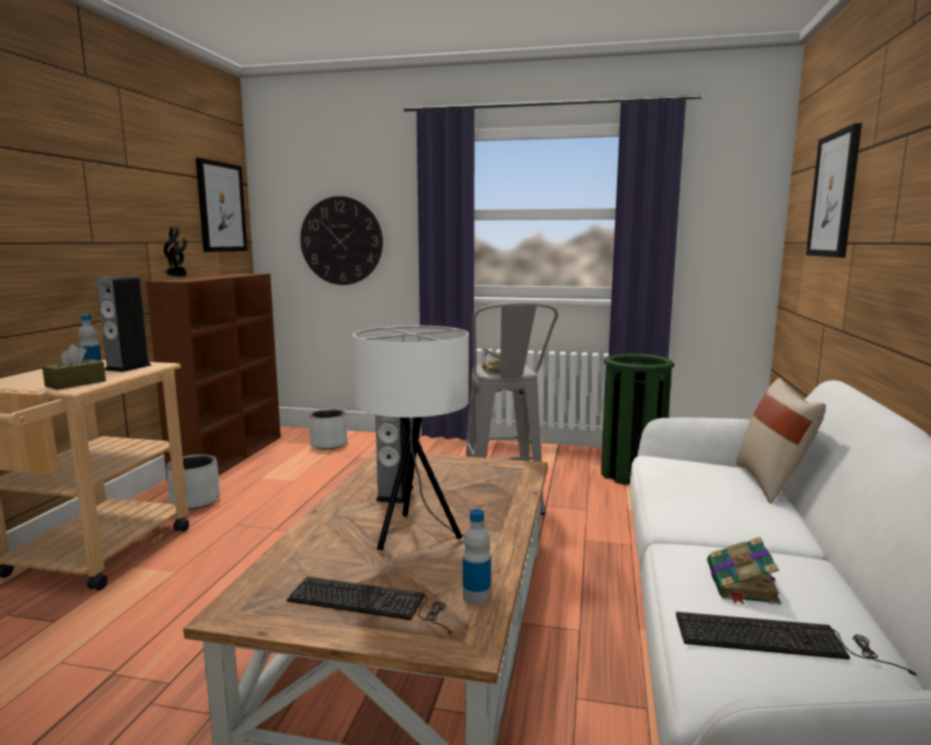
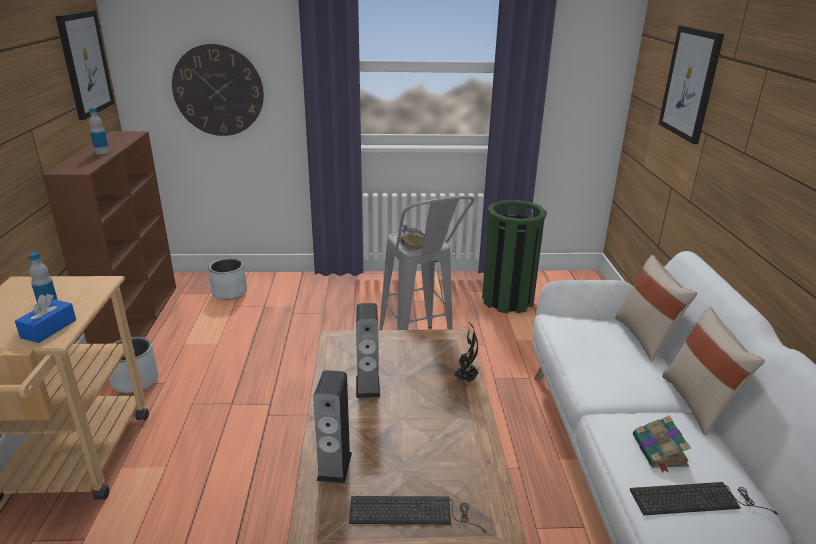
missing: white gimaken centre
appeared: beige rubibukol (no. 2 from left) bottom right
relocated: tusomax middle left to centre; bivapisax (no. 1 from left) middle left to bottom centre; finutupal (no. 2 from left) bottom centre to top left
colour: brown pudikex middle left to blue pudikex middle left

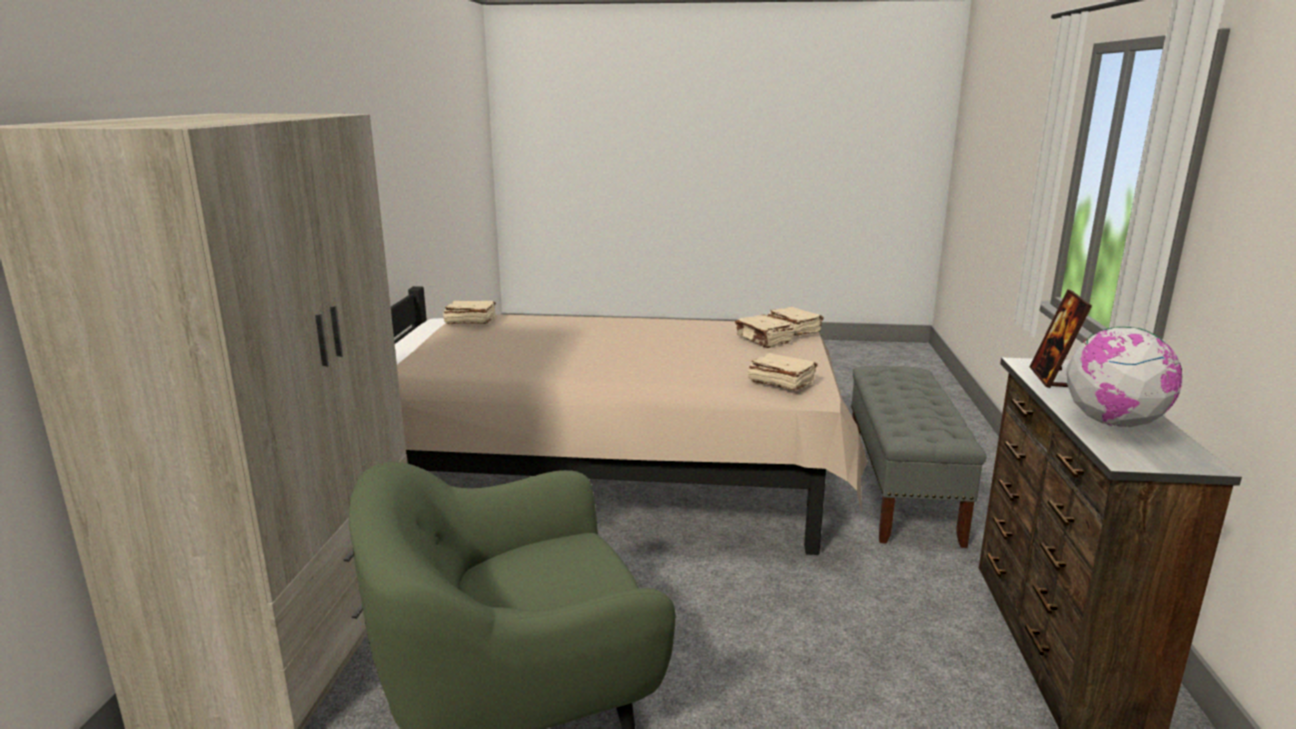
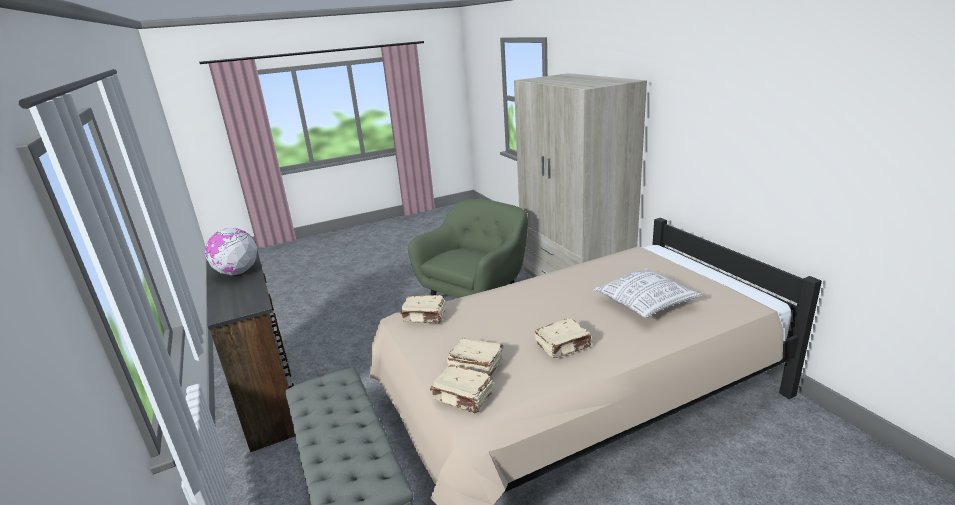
missing: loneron middle right
appeared: rubibukol middle right
relocated: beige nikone (no. 1 from left in the first image) centre to beige nikone (no. 4 from left) bottom centre

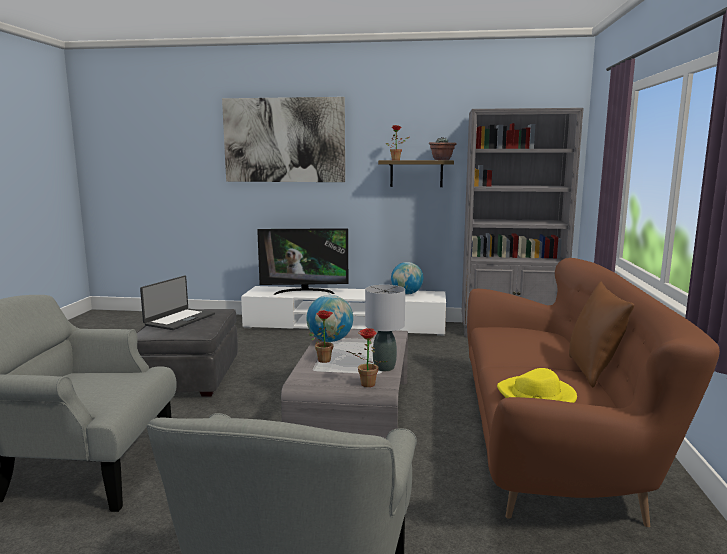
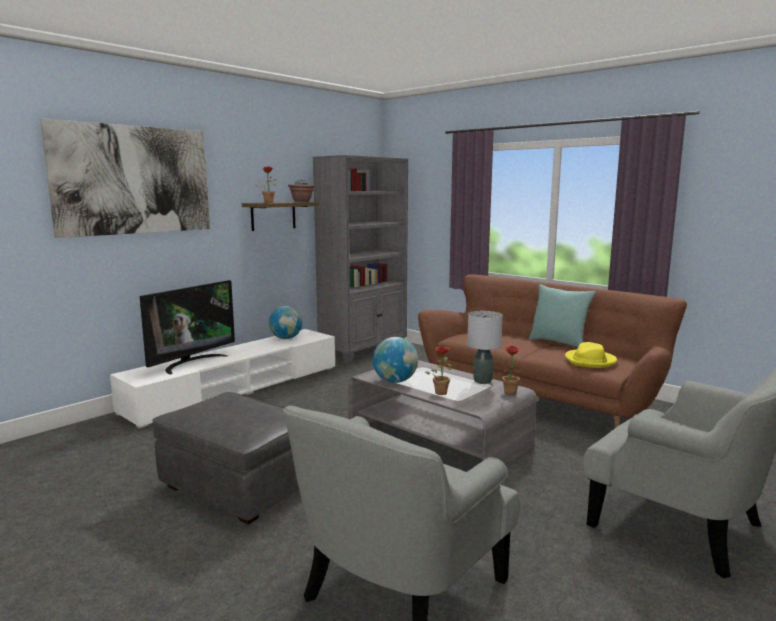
missing: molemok middle left
colour: brown rubibukol middle right to turquoise rubibukol middle right

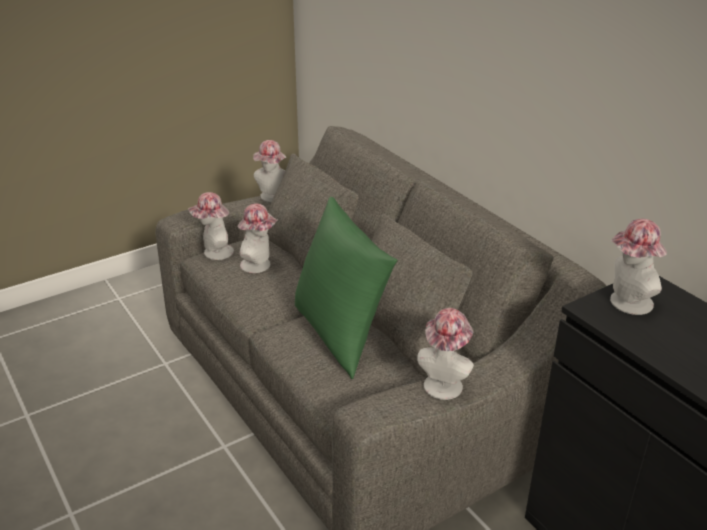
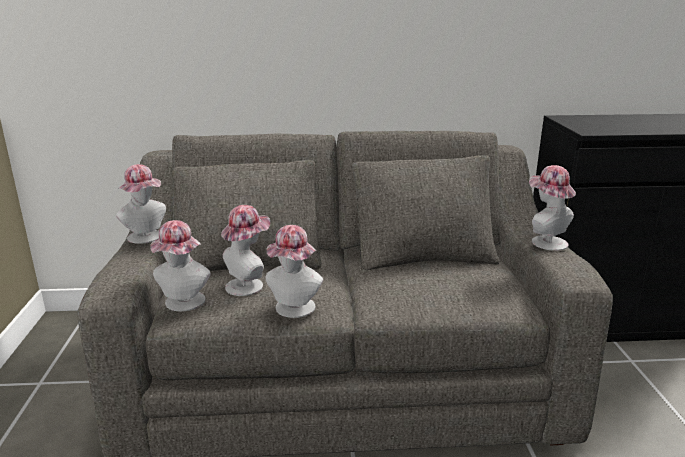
missing: green rubibukol centre
relocated: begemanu (no. 5 from left in the first image) middle right to begemanu (no. 4 from left) centre

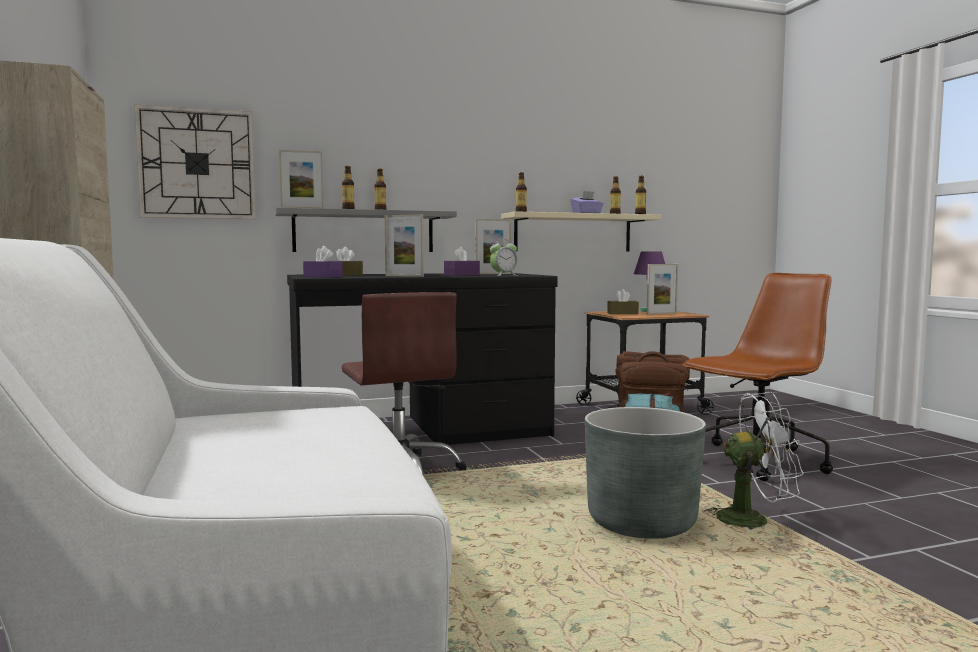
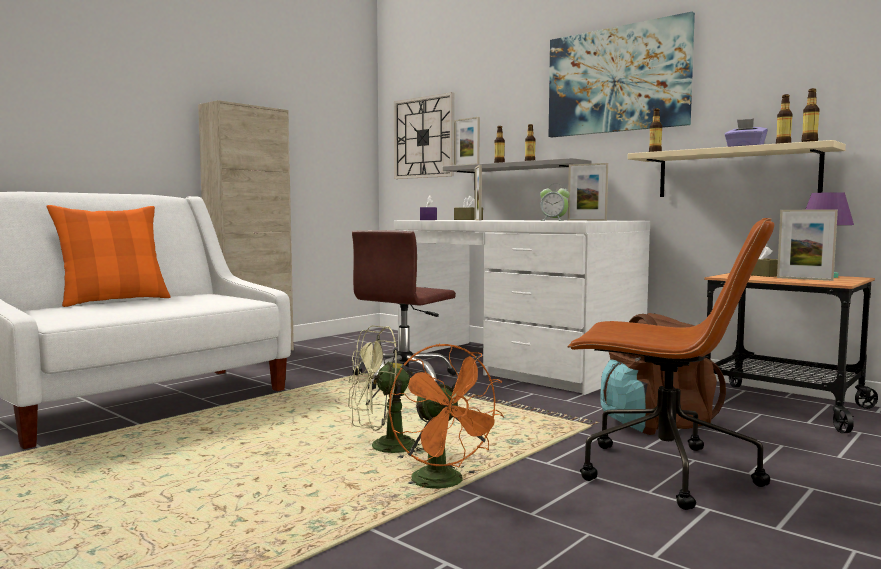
missing: purple pudikex (no. 2 from left) centre
appeared: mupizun top right; orange rubibukol middle left
exchanged: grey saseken bottom centre to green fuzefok bottom centre
colour: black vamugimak centre to white vamugimak centre; white fuzefok bottom right to orange fuzefok bottom centre

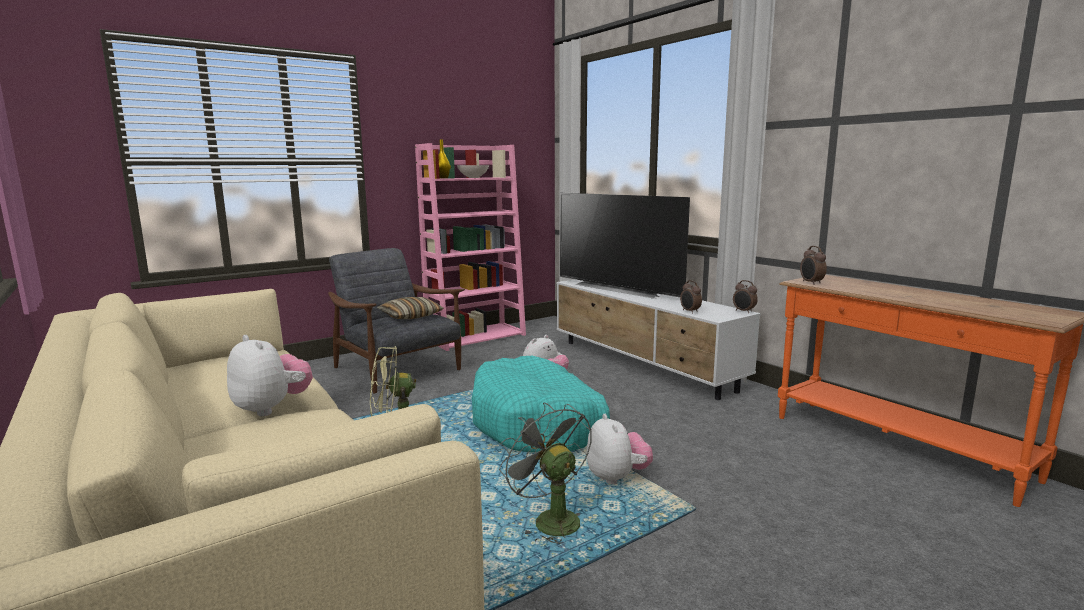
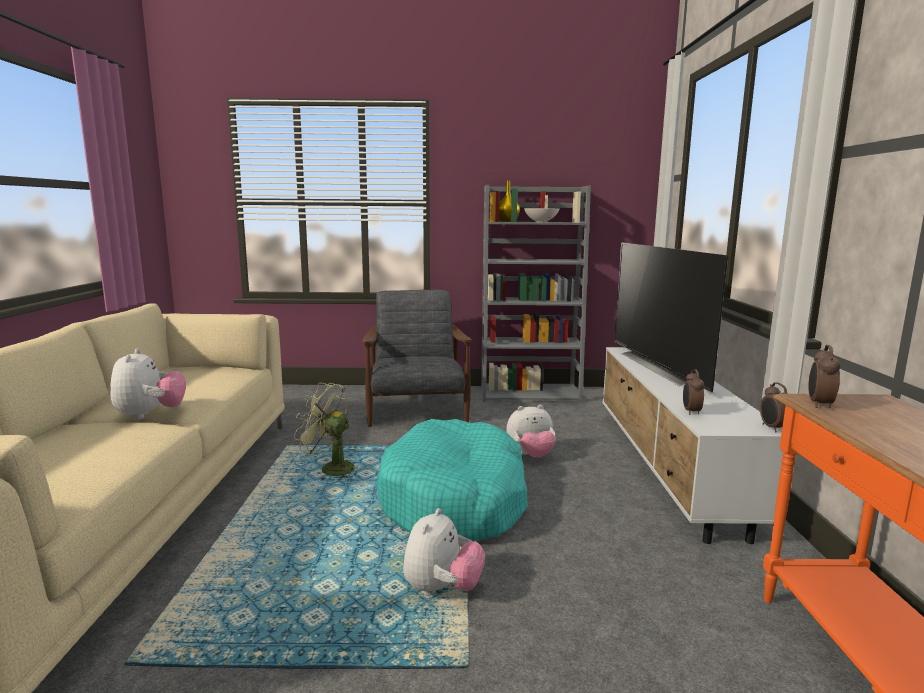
missing: rubibukol centre; grey fuzefok bottom centre
colour: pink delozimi centre to grey delozimi centre

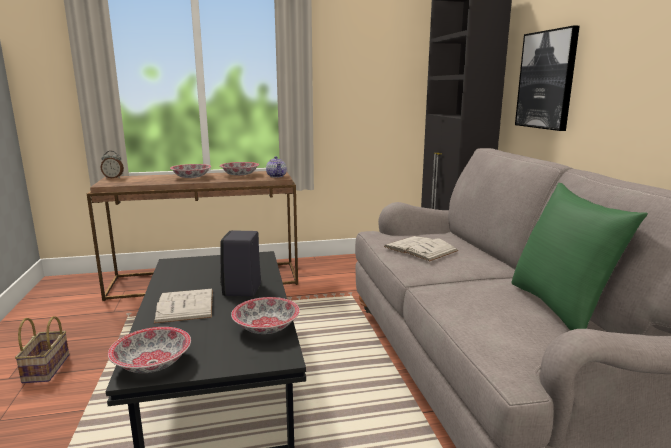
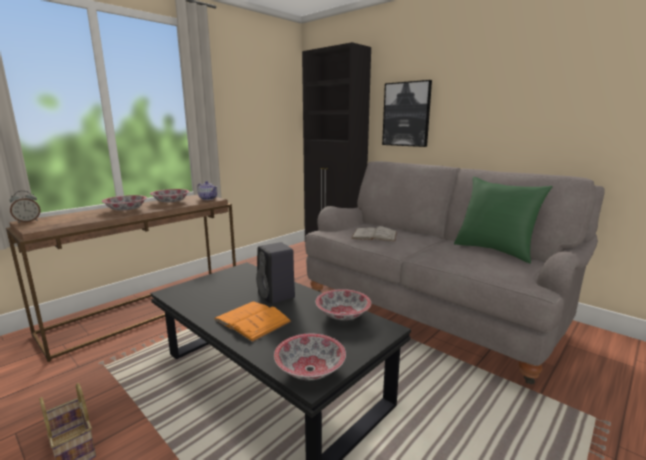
colour: white nikone (no. 1 from left) bottom left to orange nikone bottom centre

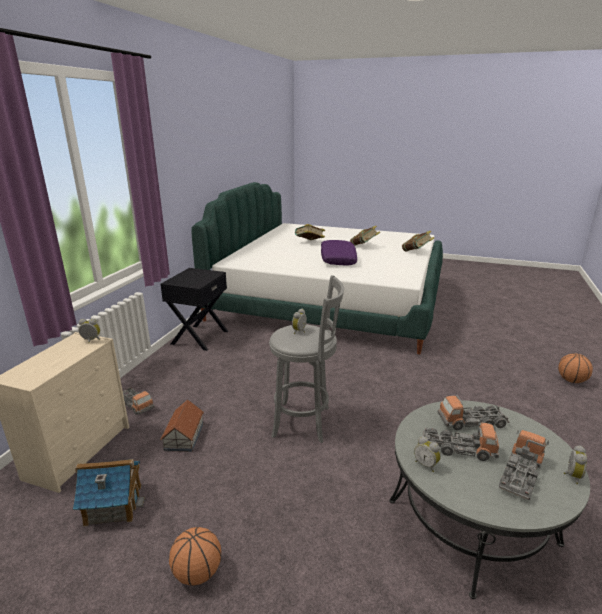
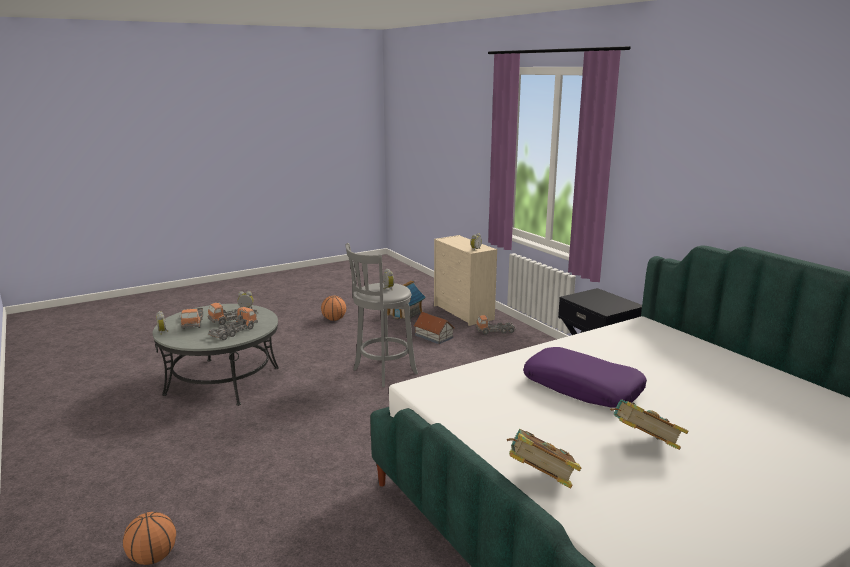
missing: nikone (no. 1 from left) centre

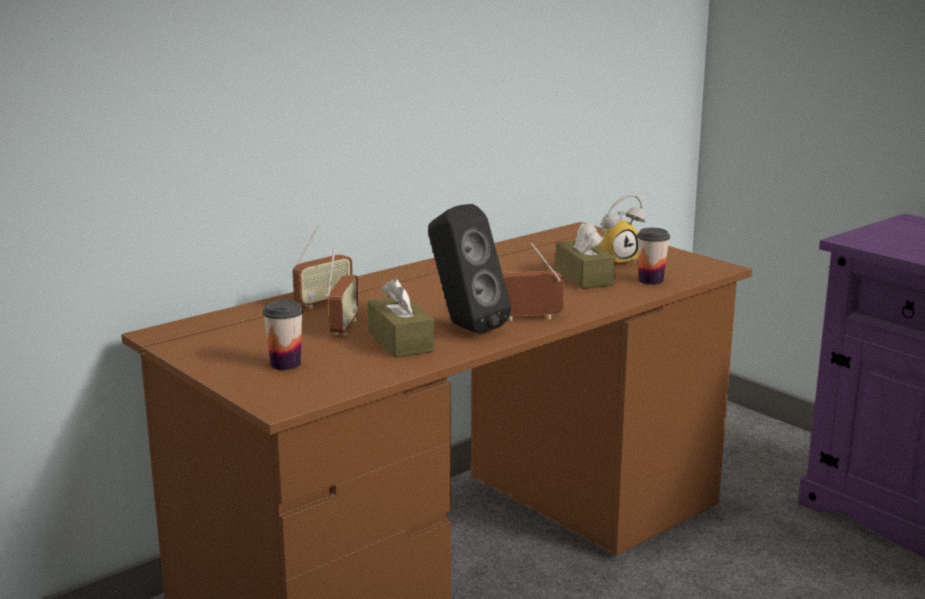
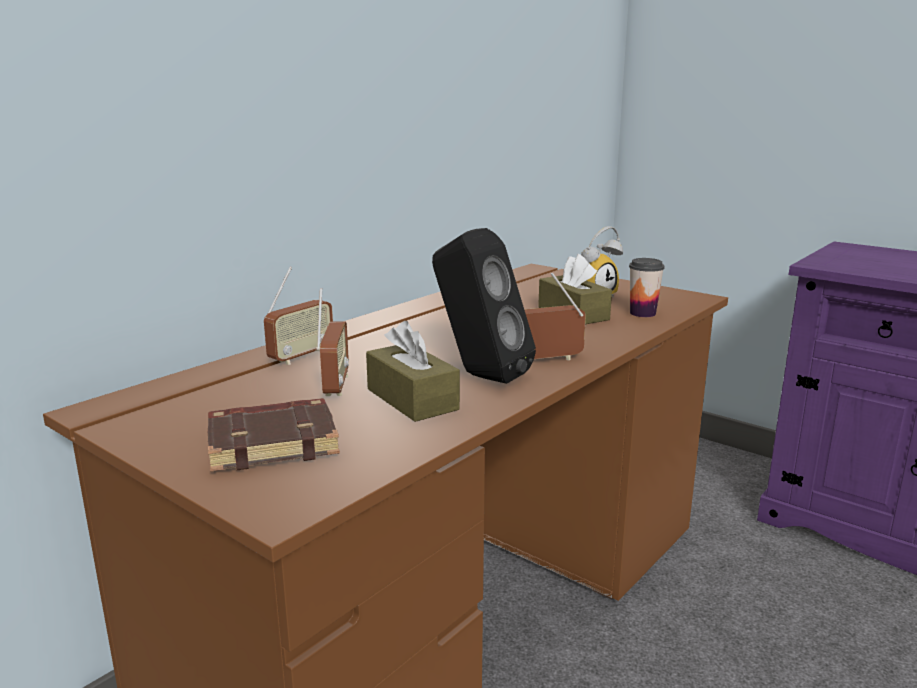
exchanged: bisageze (no. 1 from left) middle left to brown nikone middle left

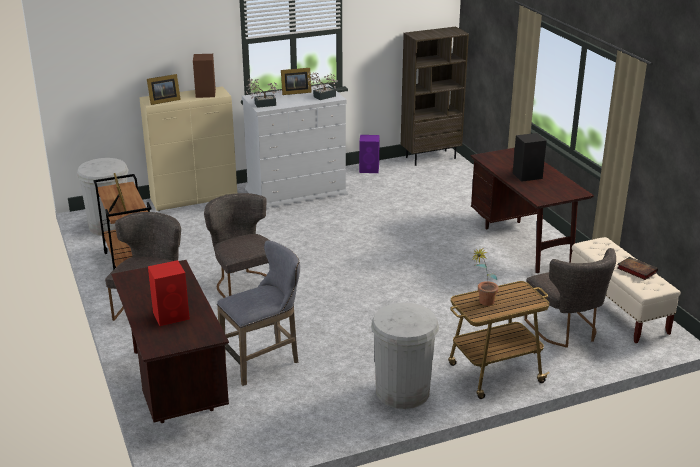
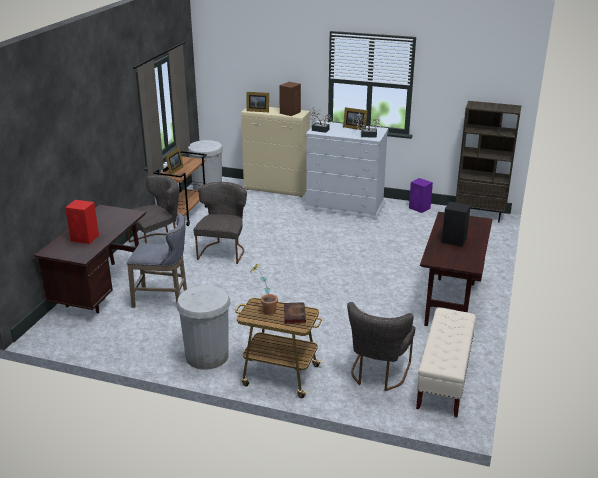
relocated: nikone middle right to centre

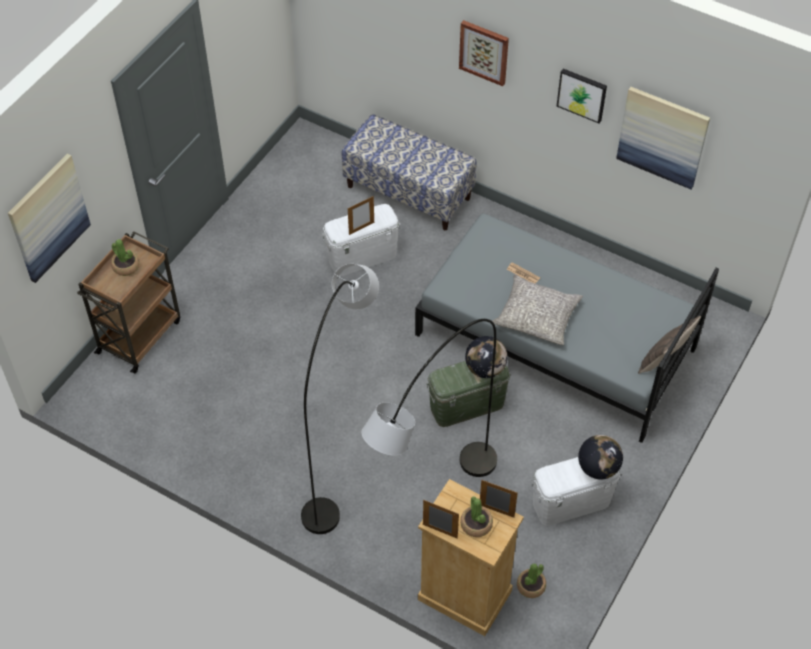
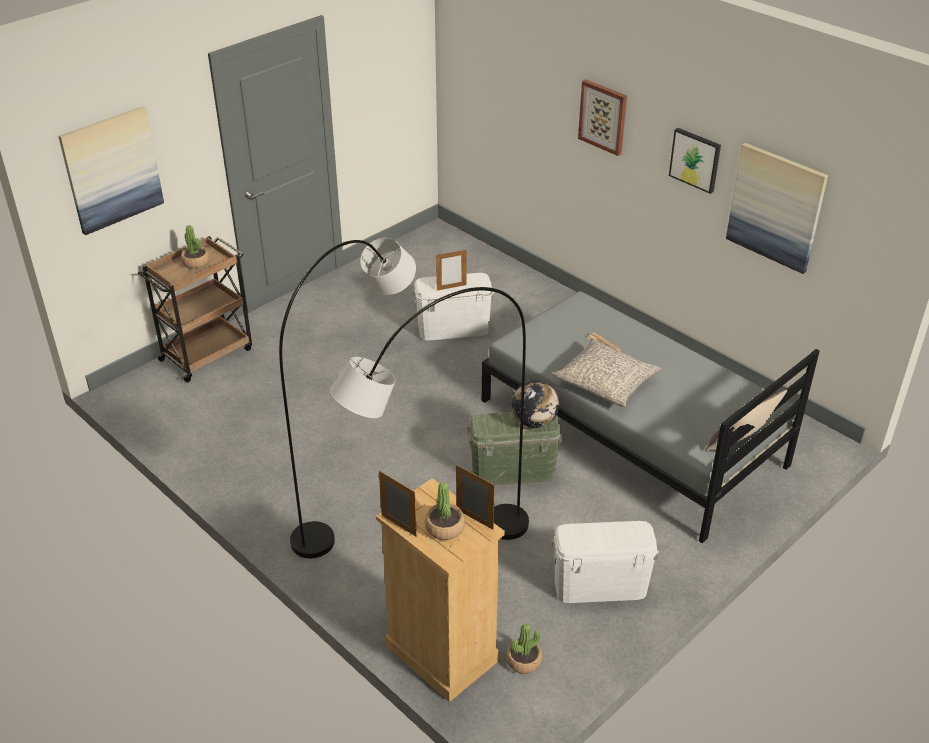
missing: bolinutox top centre; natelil (no. 2 from left) bottom right

